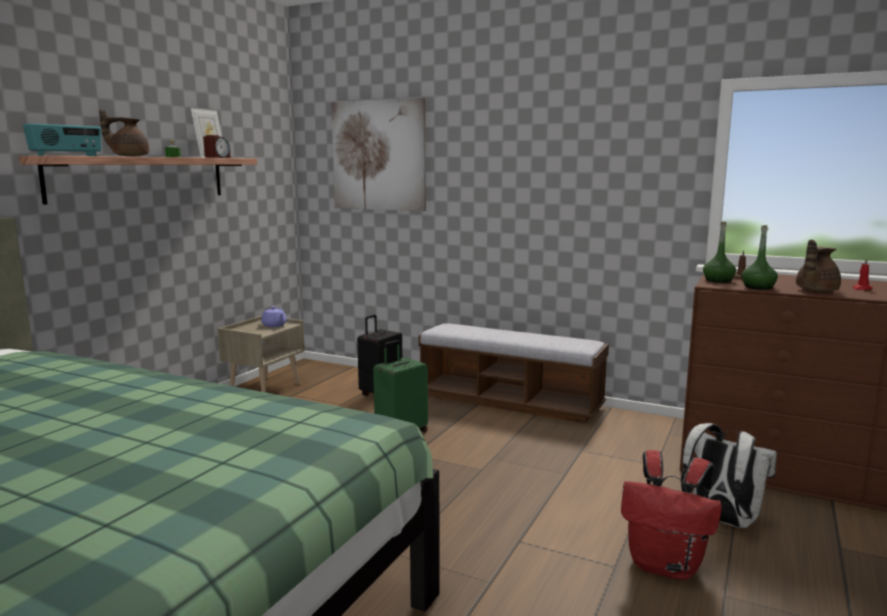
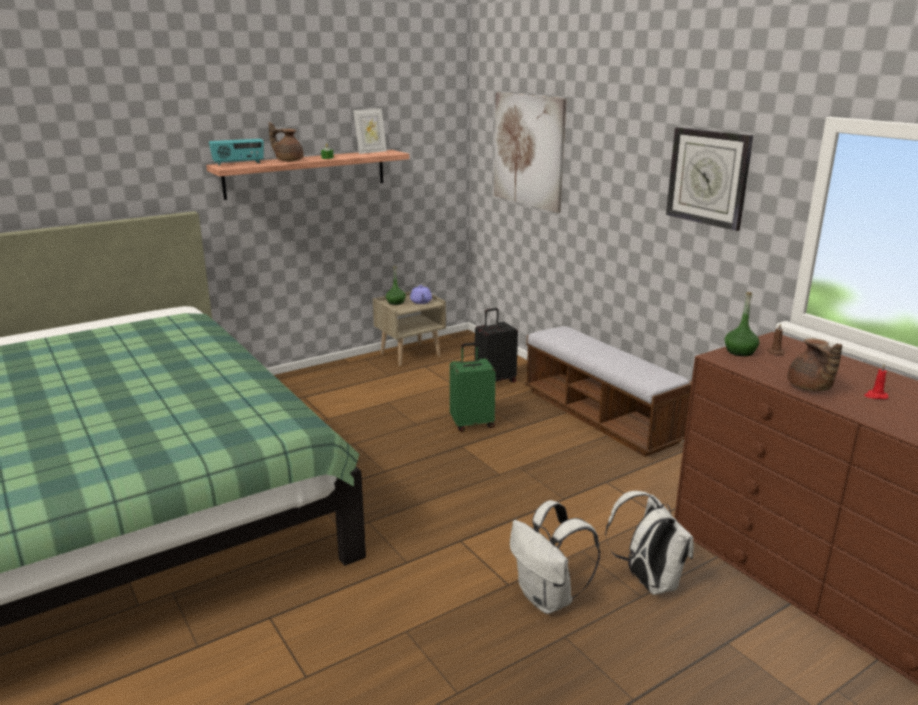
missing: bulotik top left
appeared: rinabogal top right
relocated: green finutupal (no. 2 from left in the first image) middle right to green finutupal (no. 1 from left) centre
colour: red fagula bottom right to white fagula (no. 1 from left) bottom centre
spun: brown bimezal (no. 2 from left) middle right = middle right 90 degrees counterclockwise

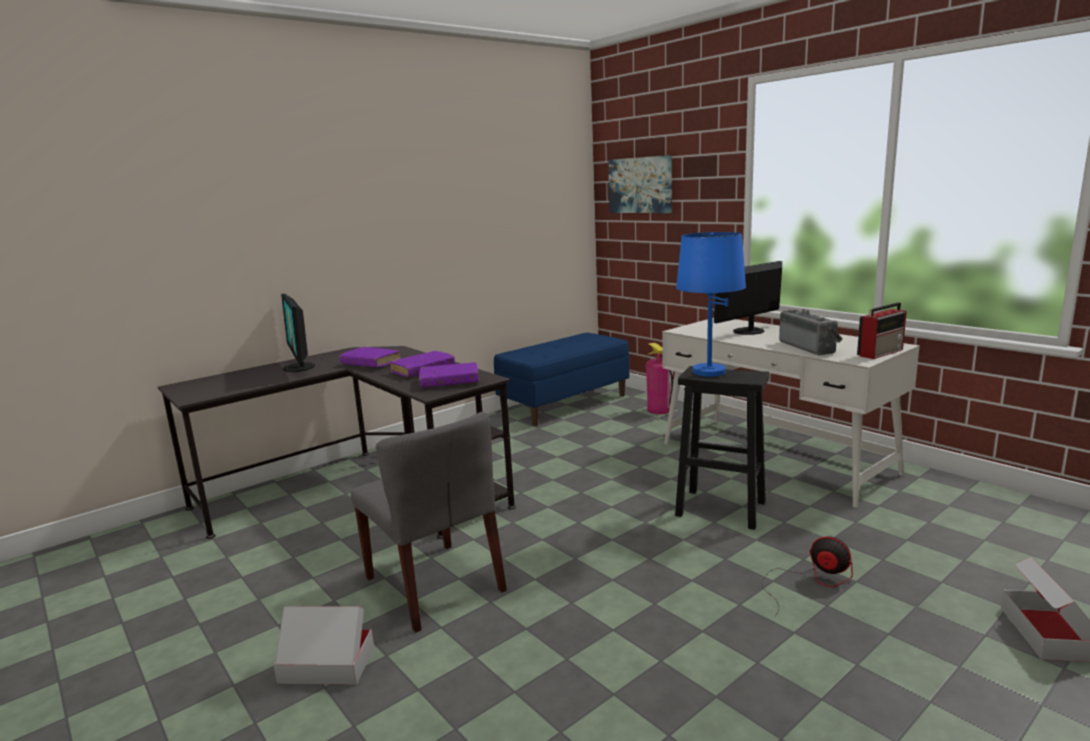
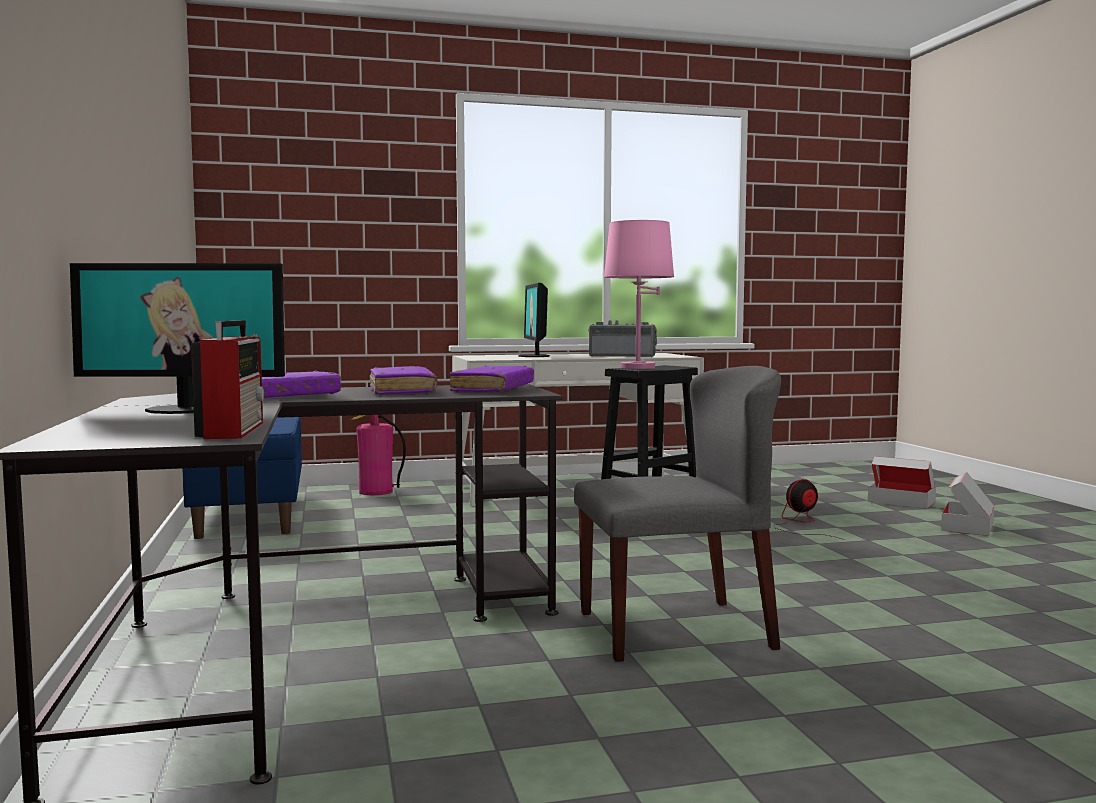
missing: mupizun top centre
relocated: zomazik (no. 2 from left in the first image) middle right to zomazik (no. 1 from left) middle left; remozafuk (no. 1 from left in the first image) bottom left to remozafuk (no. 2 from left) middle right
colour: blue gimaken centre to pink gimaken centre

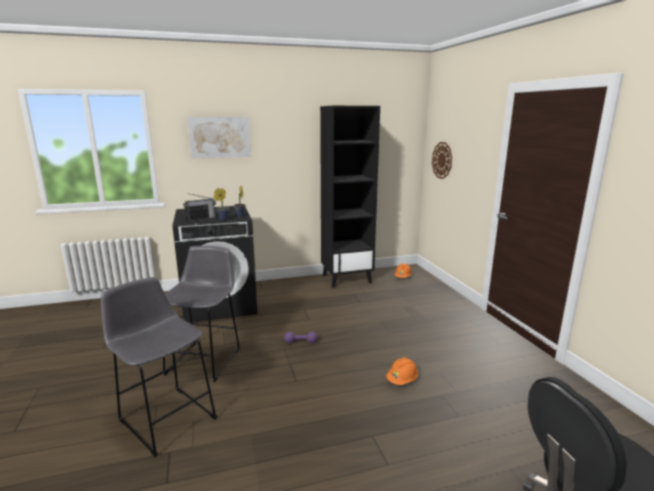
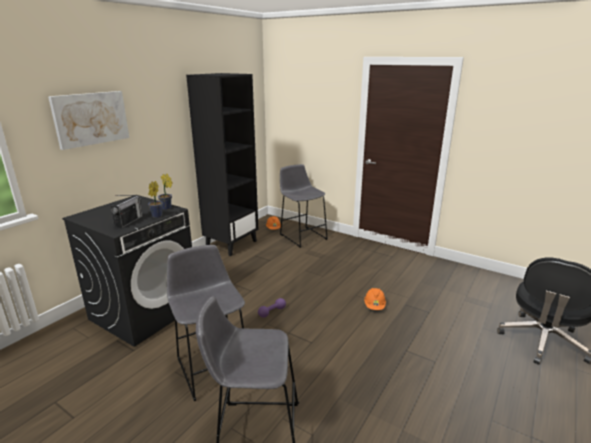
missing: rinabogal top right
appeared: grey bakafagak (no. 3 from left) centre

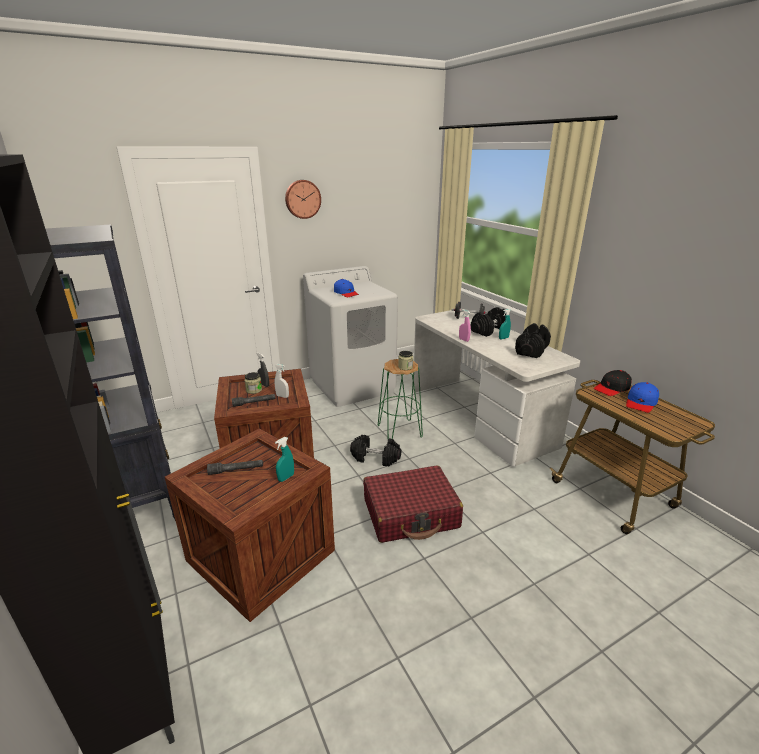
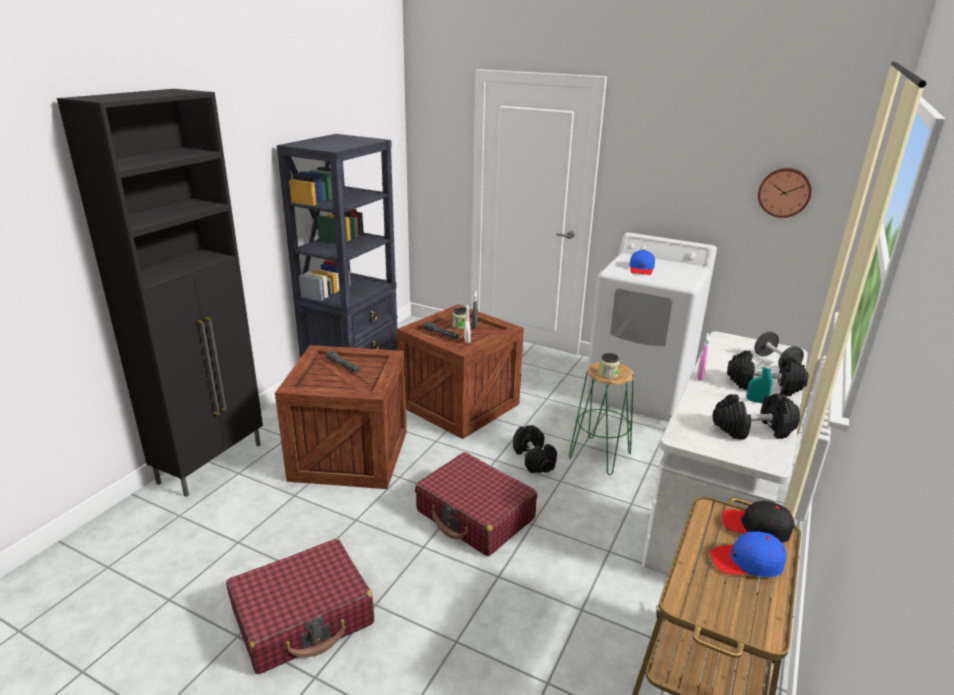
missing: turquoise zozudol (no. 1 from left) centre
appeared: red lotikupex (no. 1 from left) bottom left
relocated: rinabogal top centre to top right

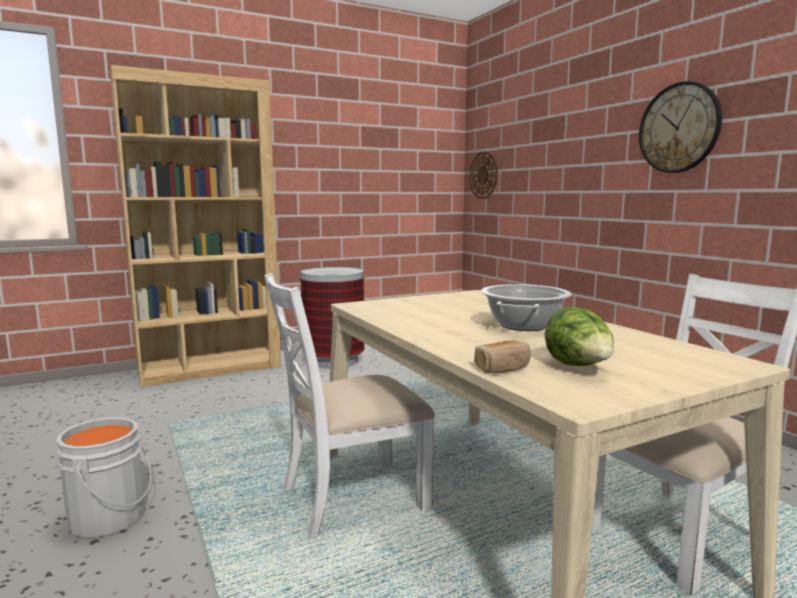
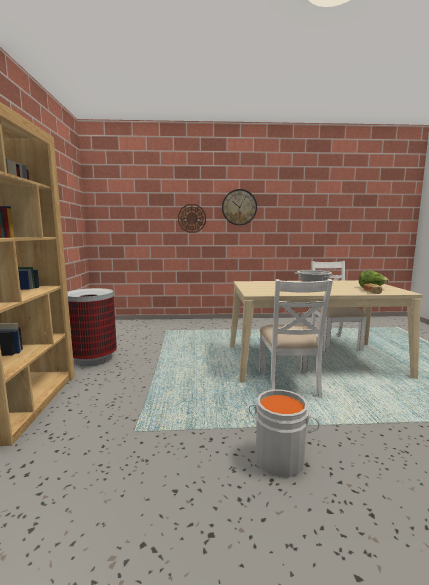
relocated: rinabogal (no. 1 from left) top centre to centre

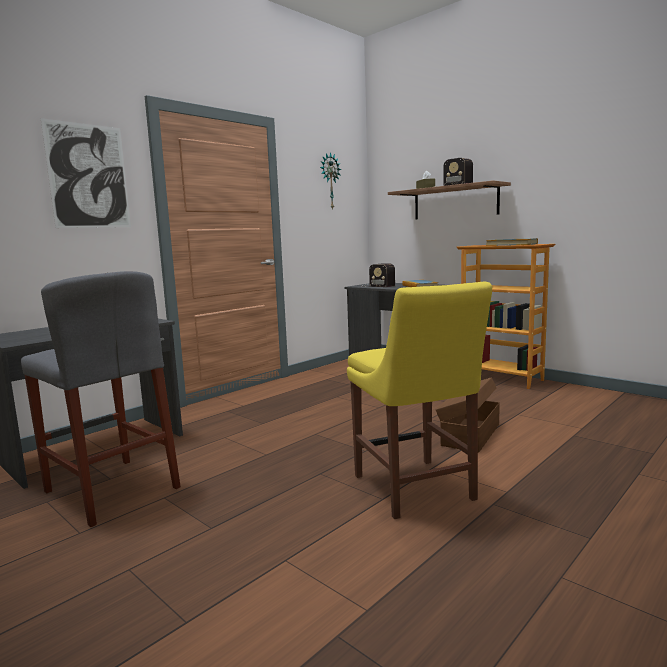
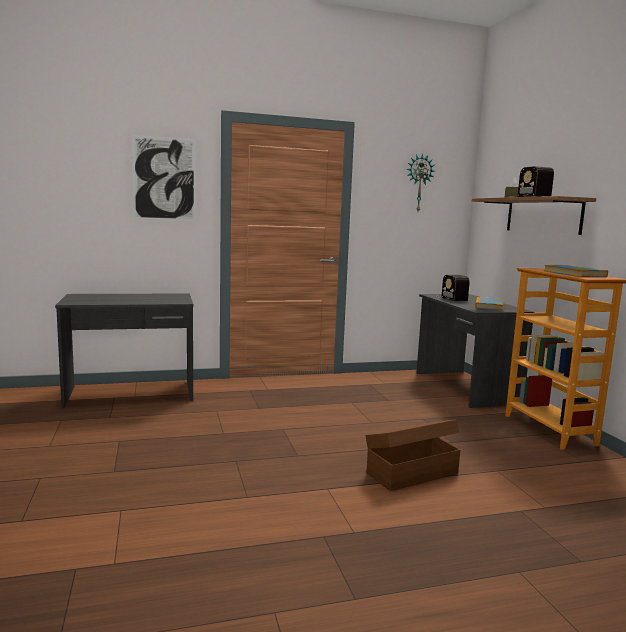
missing: grey bakafagak middle left; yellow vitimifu centre

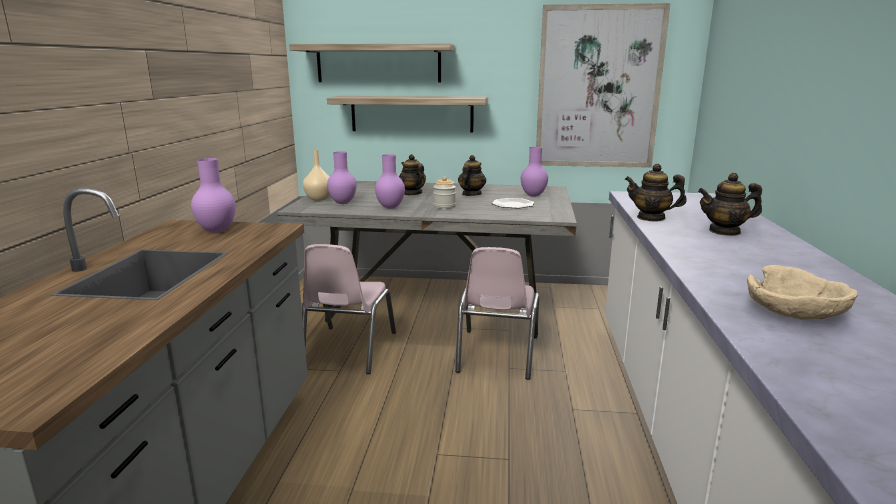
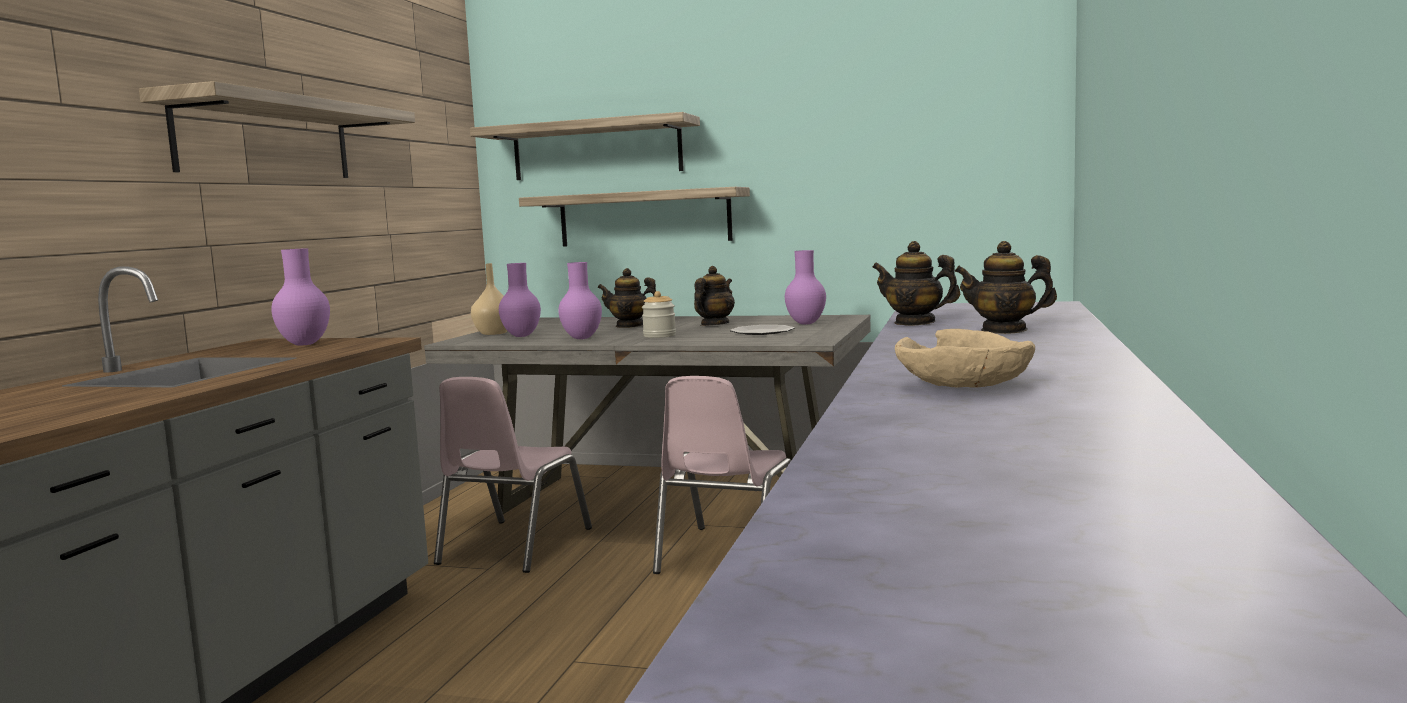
missing: mupizun top right
appeared: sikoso (no. 1 from left) top left
spun: bimezal (no. 1 from left) centre = centre 60 degrees counterclockwise

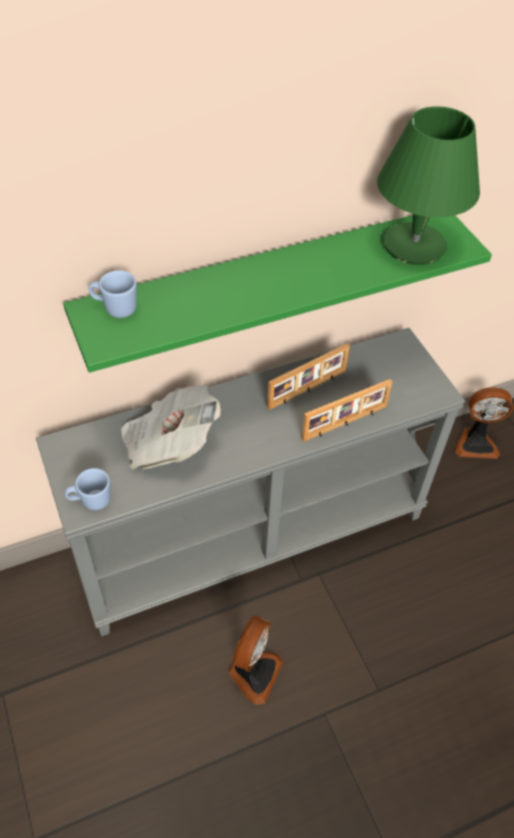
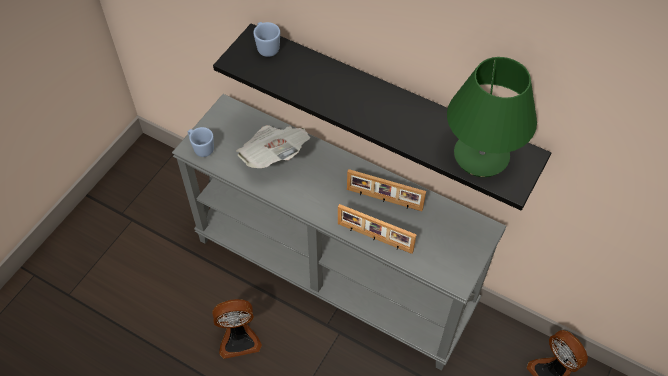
colour: green sikoso centre to black sikoso top centre

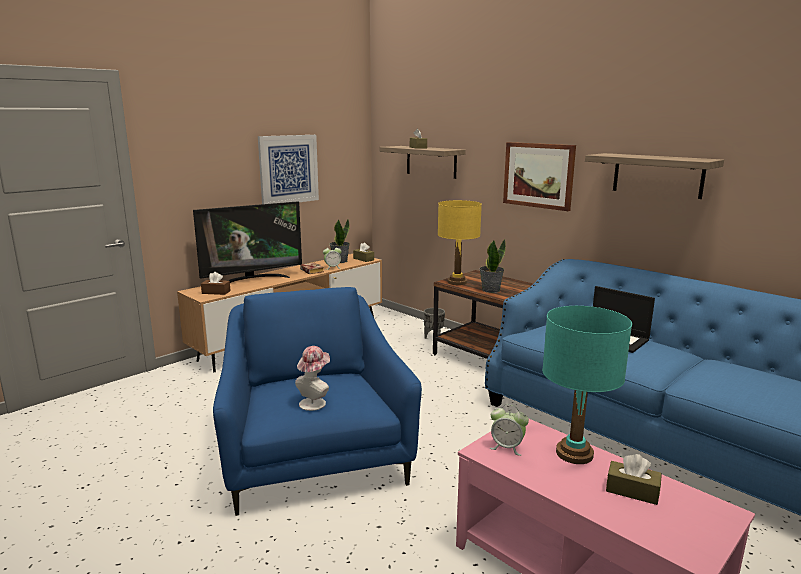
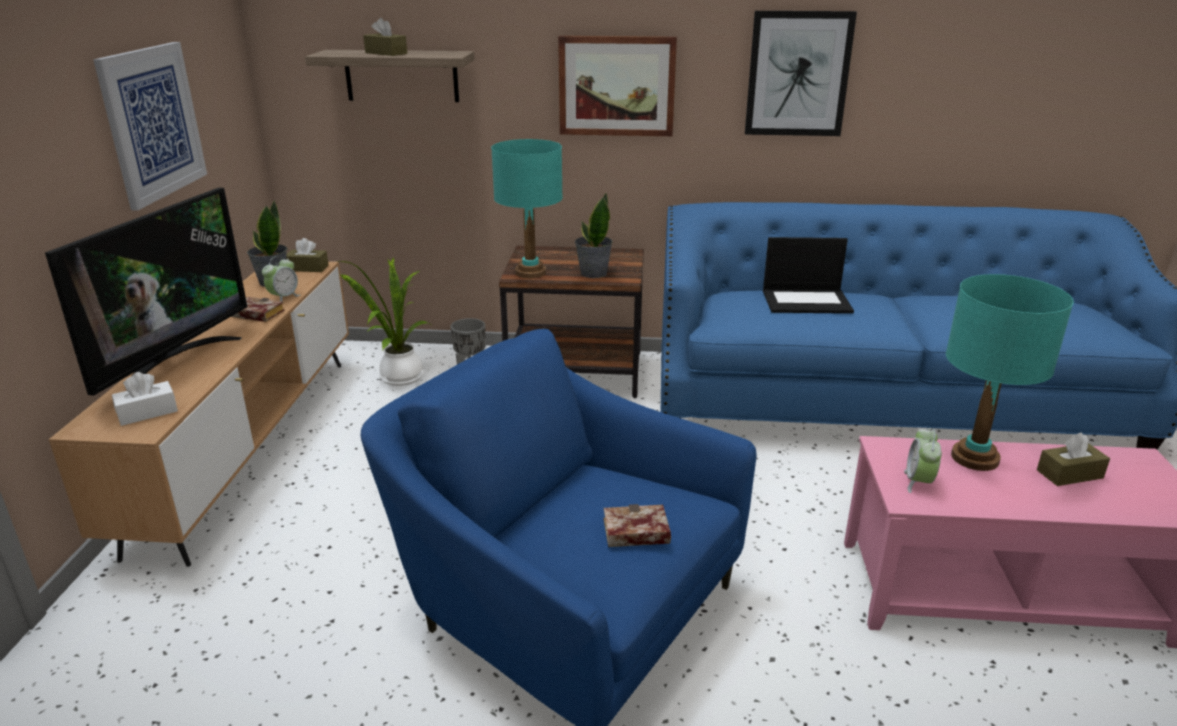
appeared: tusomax (no. 2 from left) middle left
exchanged: sikoso (no. 2 from left) top right to mupizun (no. 3 from left) top right; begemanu centre to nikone (no. 2 from left) bottom centre
colour: yellow gimaken centre to turquoise gimaken (no. 1 from left) top centre; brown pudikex (no. 1 from left) middle left to white pudikex middle left
spun: bulotik (no. 2 from left) bottom centre = middle right 120 degrees clockwise

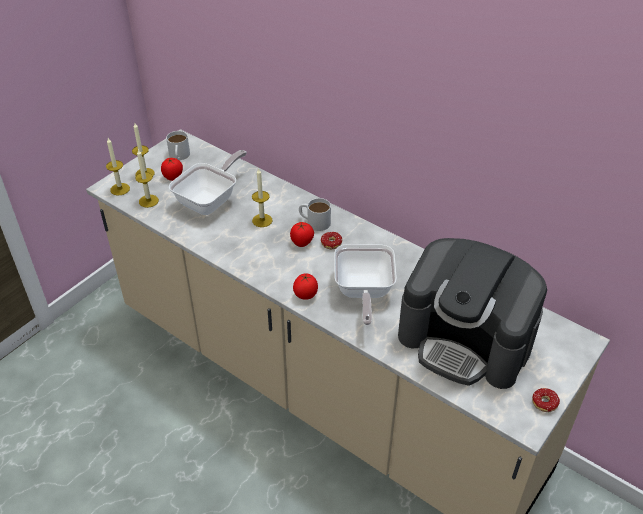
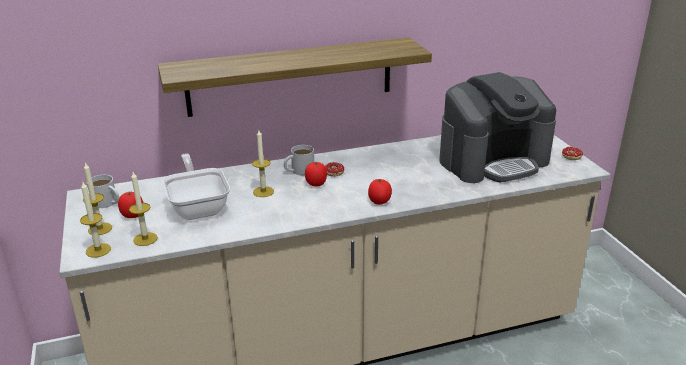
missing: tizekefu (no. 2 from left) centre
appeared: sikoso top centre

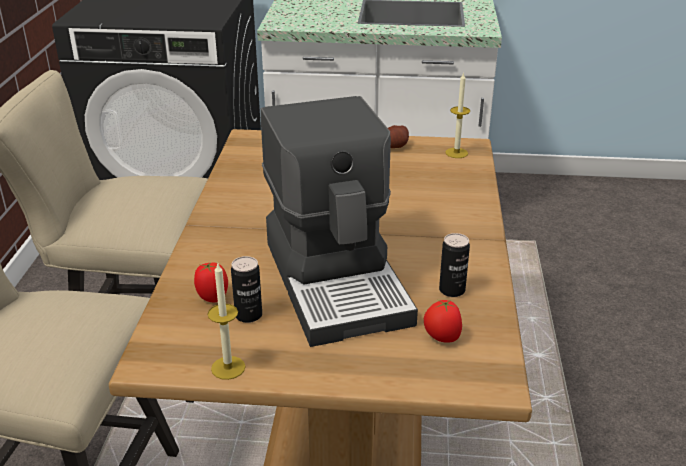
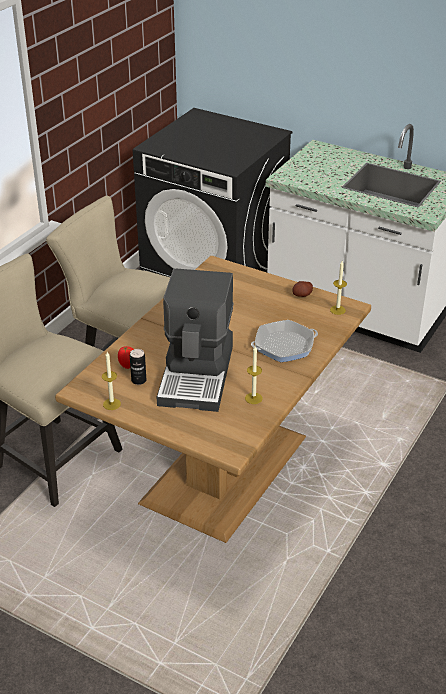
missing: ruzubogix (no. 2 from left) bottom centre
appeared: tizekefu centre
exchanged: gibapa (no. 2 from left) centre to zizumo (no. 2 from left) centre

